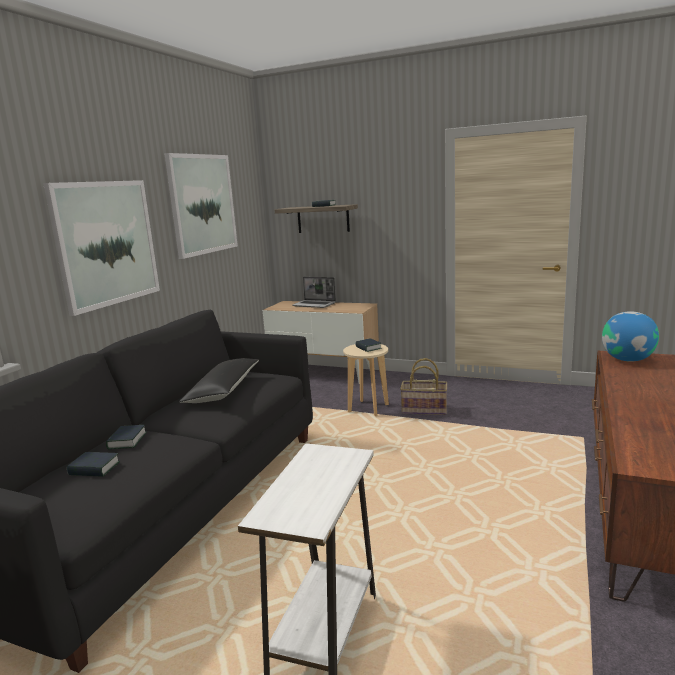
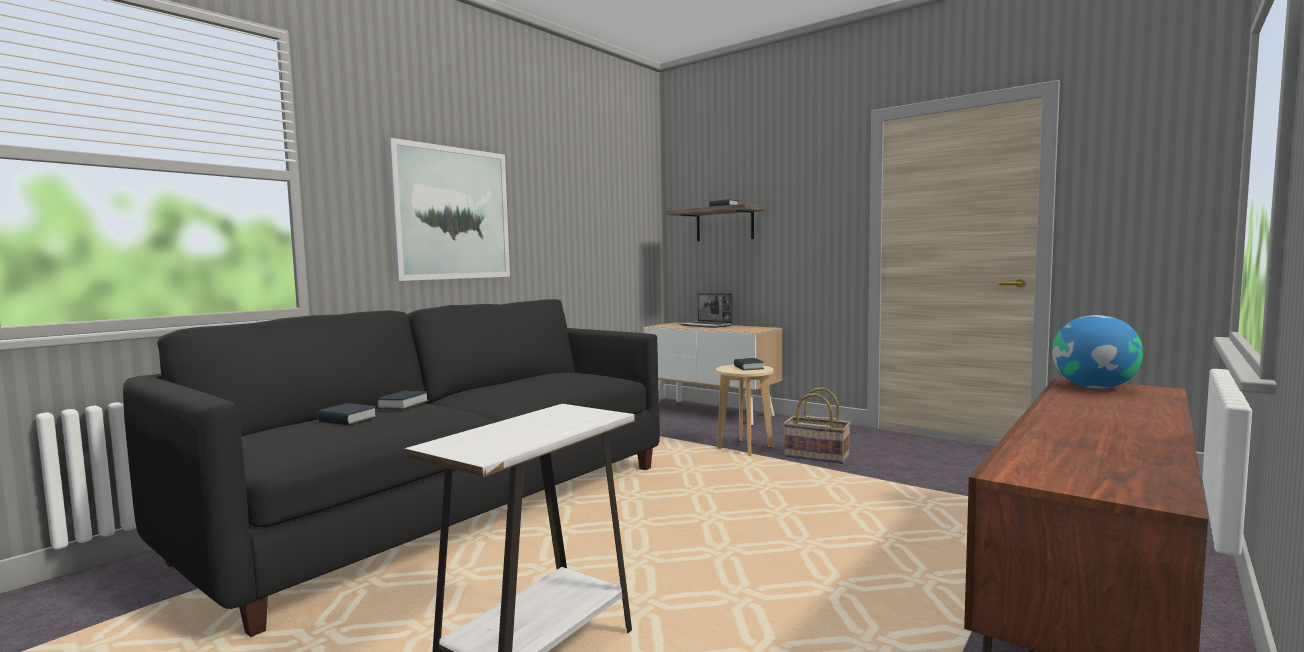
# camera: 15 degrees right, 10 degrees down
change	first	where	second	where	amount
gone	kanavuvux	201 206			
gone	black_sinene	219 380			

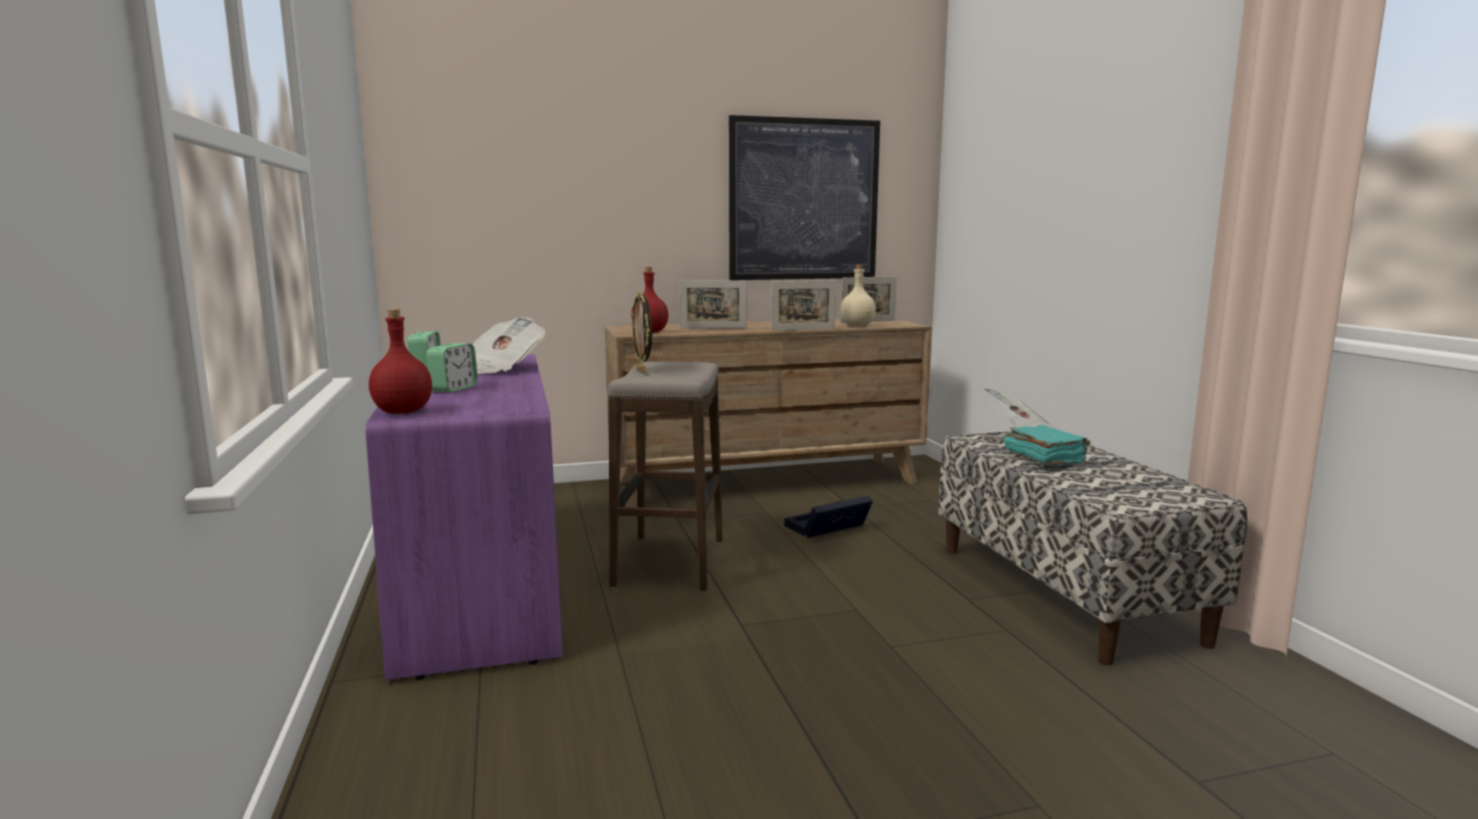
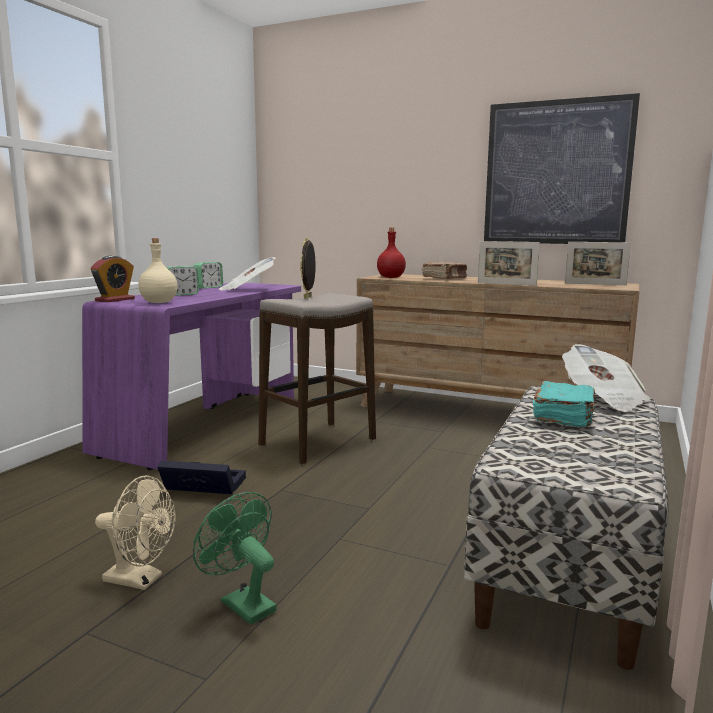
# camera: 40 degrees right, 0 degrees up
change	first	where	second	where	amount
swapped	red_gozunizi	400 361	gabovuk	112 278	
new			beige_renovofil	135 532	
shifted	beige_gozunizi	858 295		158 270	
shifted	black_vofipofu	829 517		201 477	
new			green_renovofil	235 558	
swapped	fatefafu	713 304	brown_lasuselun	444 270	

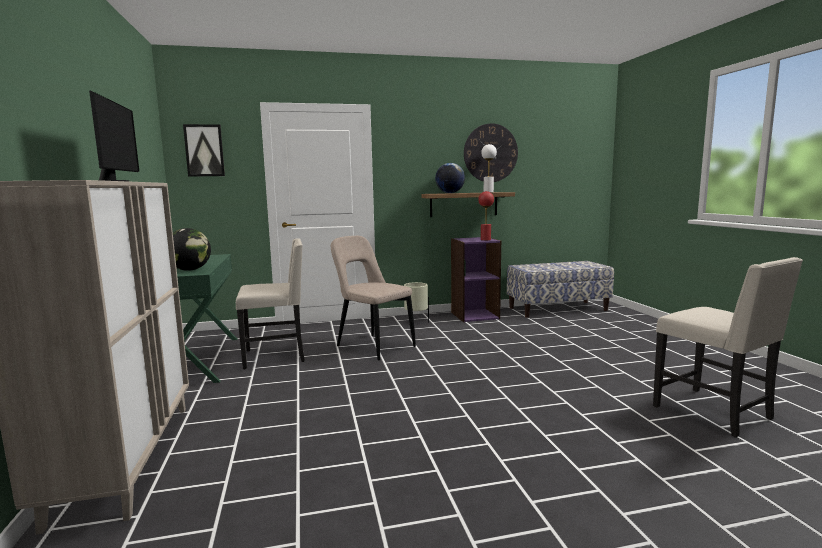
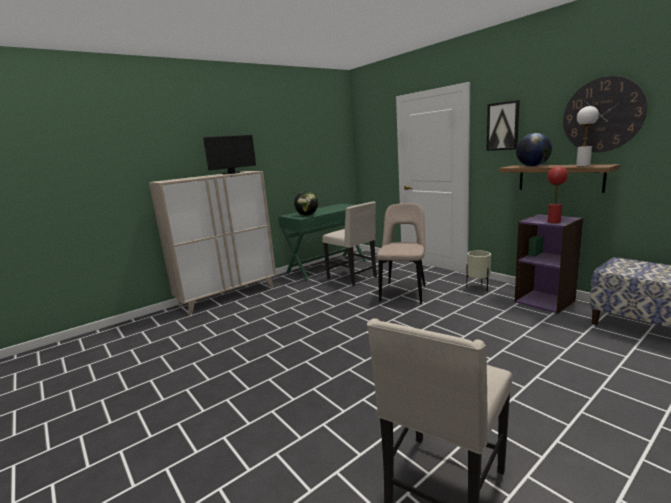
# camera: 65 degrees right, 5 degrees up
change	first	where	second	where	amount
shifted	kanavuvux	204 150		503 125	

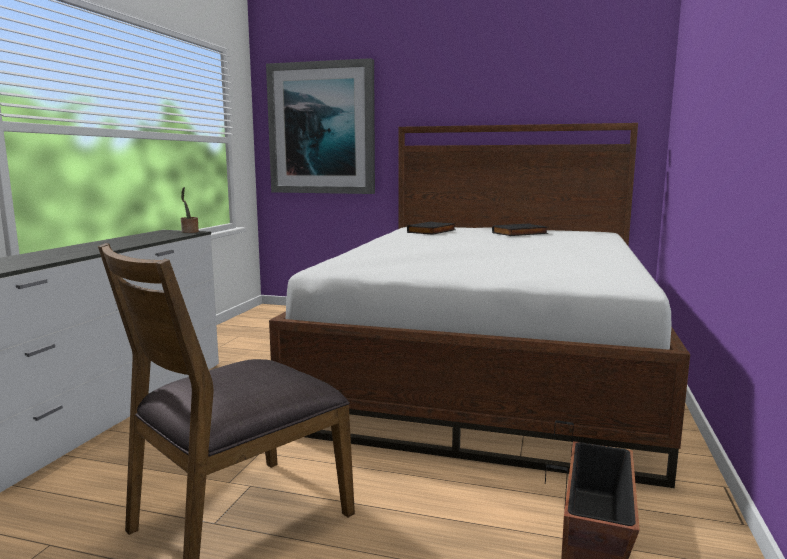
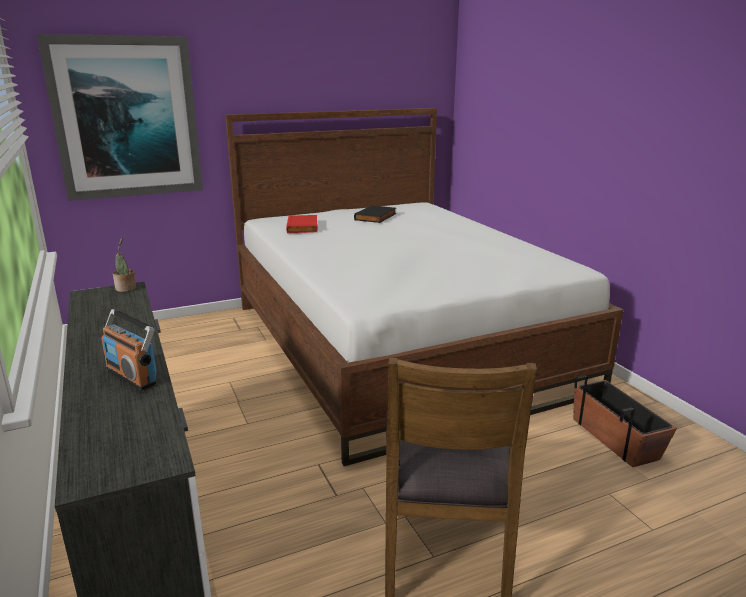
# camera: 40 degrees left, 10 degrees up
change	first	where	second	where	amount
new			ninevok	129 349	
repainted	black_lasuselun	431 228	red_lasuselun	301 224	

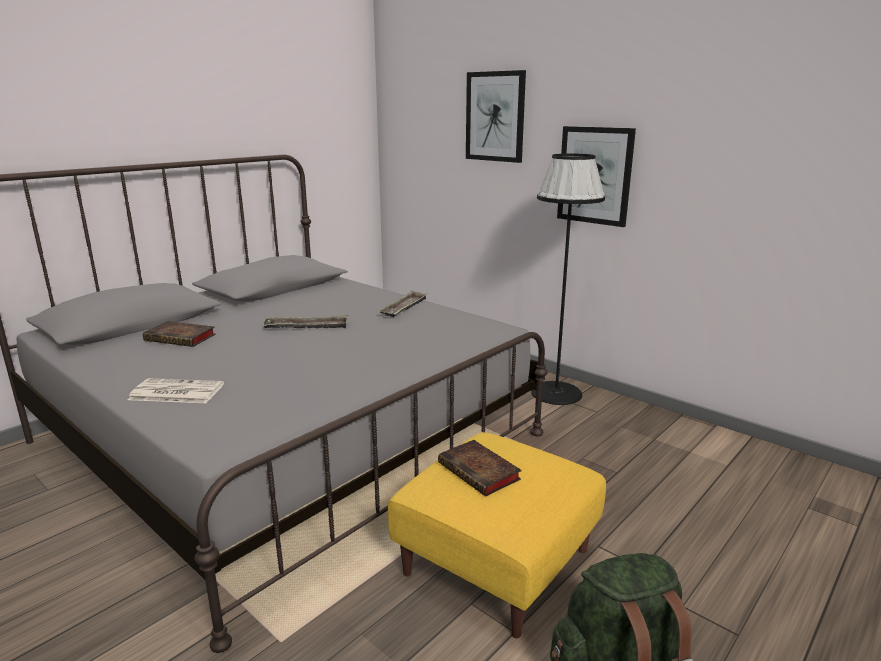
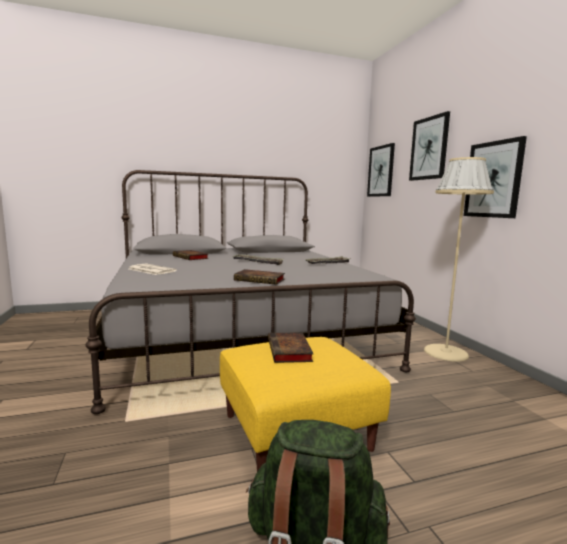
# camera: 30 degrees right, 10 degrees down
change	first	where	second	where	amount
new			lasuselun	259 277	
new			kanavuvux	381 170	
repainted	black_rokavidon	568 279	beige_rokavidon	459 259	

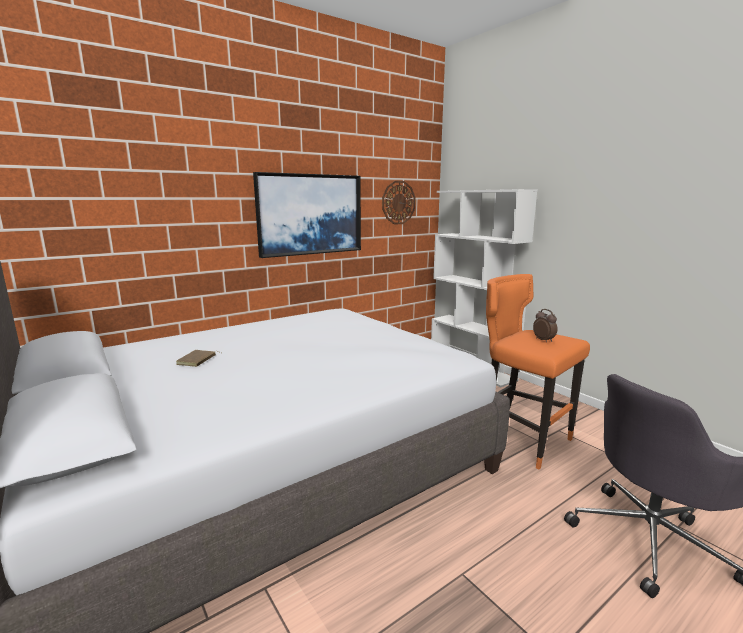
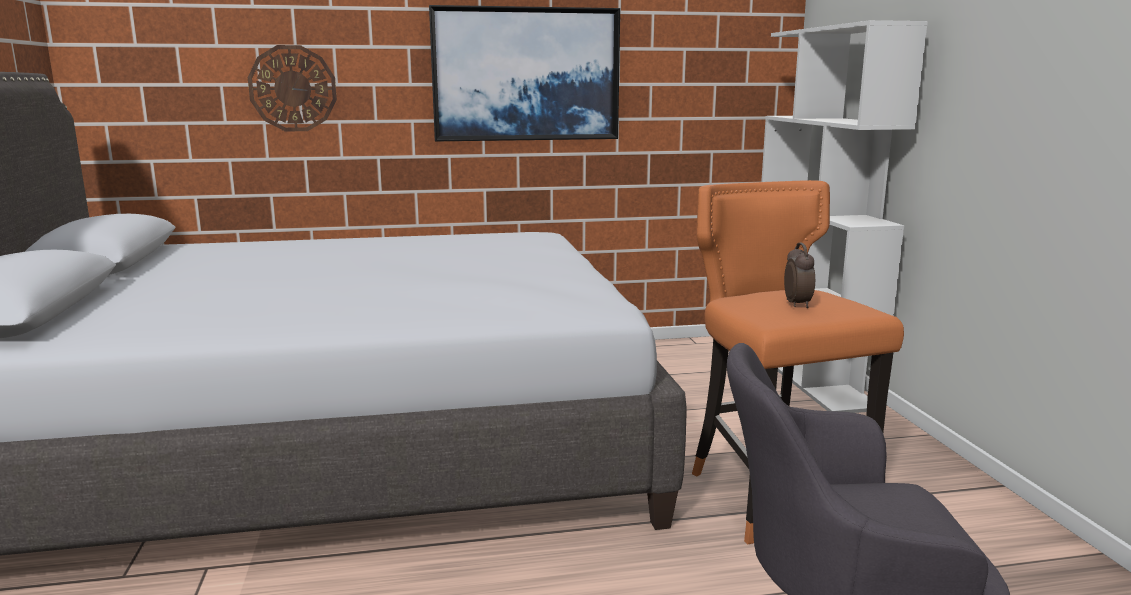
# camera: 25 degrees right, 0 degrees up
change	first	where	second	where	amount
shifted	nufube	398 203		292 88	
gone	brown_lasuselun	198 358			

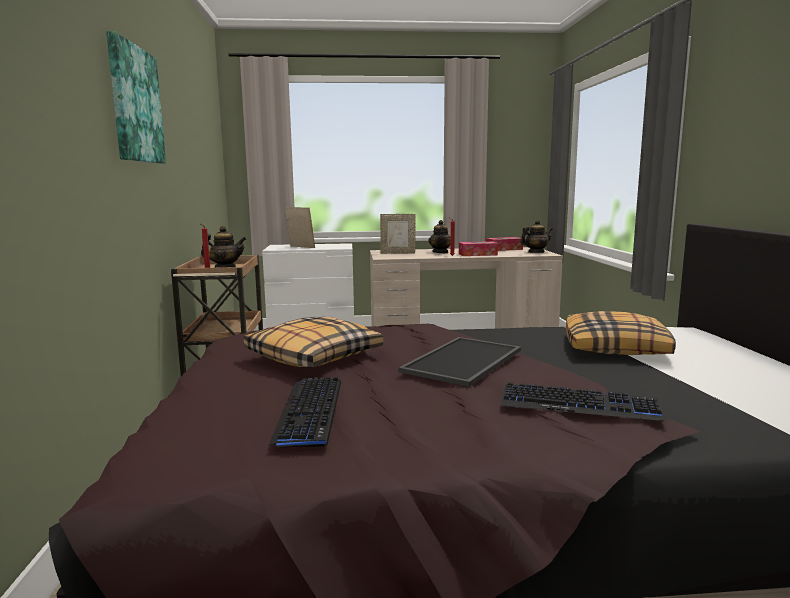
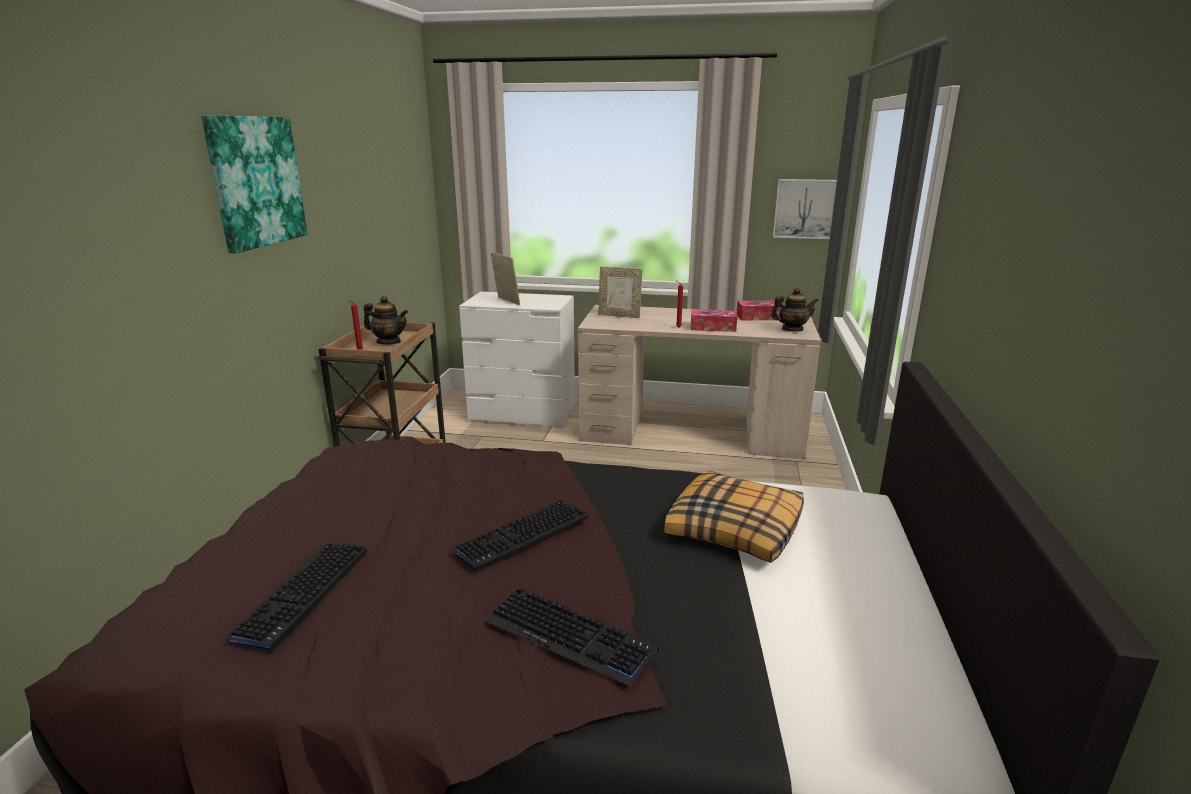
# camera: 15 degrees right, 10 degrees up
change	first	where	second	where	amount
swapped	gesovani	460 362	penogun	519 535	
new			kanavuvux	805 209	
gone	sinene	313 342			
gone	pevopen	439 236			

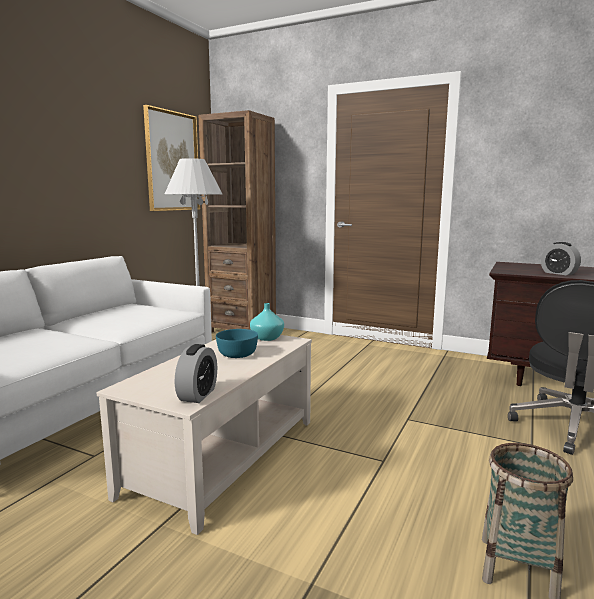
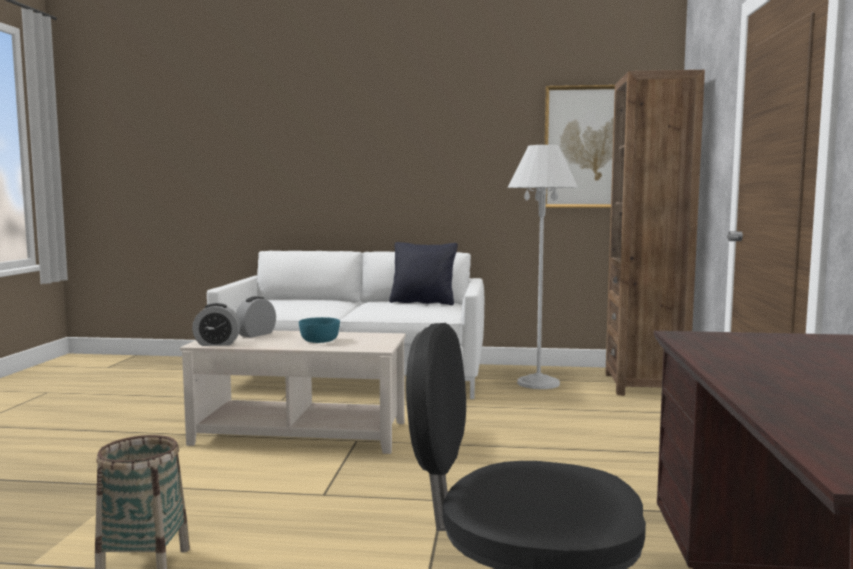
# camera: 70 degrees right, 5 degrees down
change	first	where	second	where	amount
shifted	gabovuk	561 258		256 317	
new			black_sinene	423 273	
gone	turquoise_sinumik	267 322			

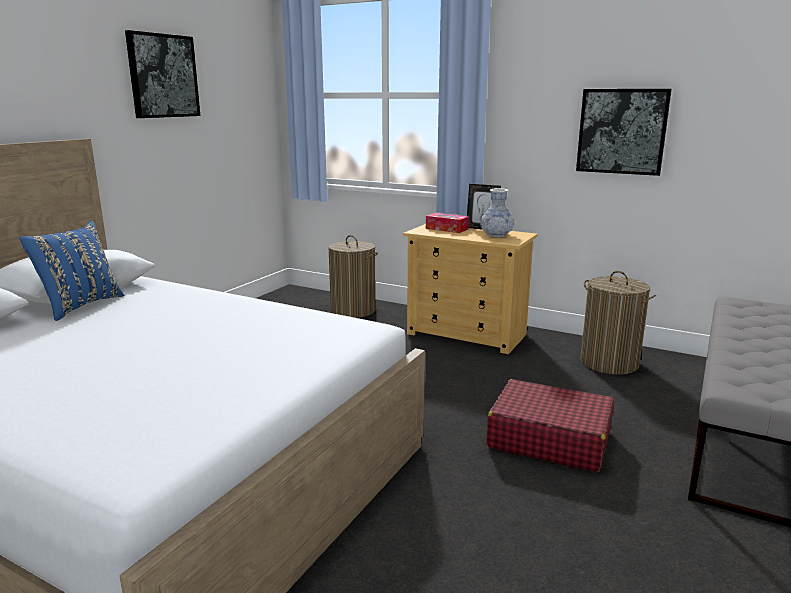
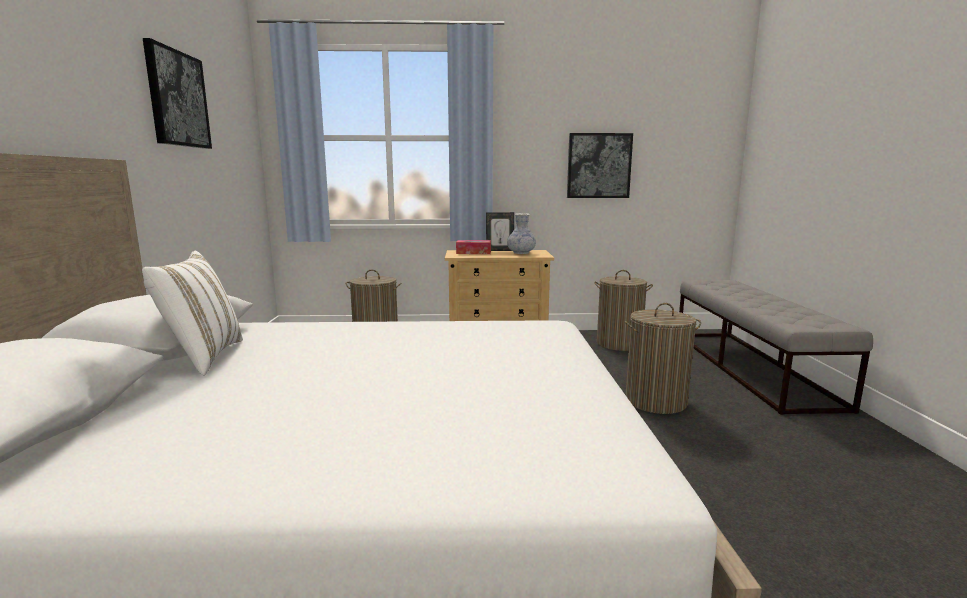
# camera: 30 degrees left, 5 degrees down
change	first	where	second	where	amount
repainted	blue_sinene	71 271	white_sinene	192 313	
swapped	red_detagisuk	550 425	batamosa	662 358	

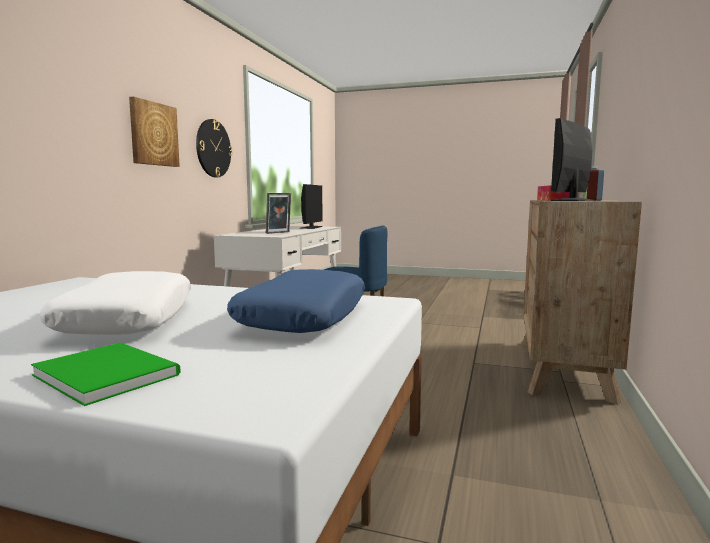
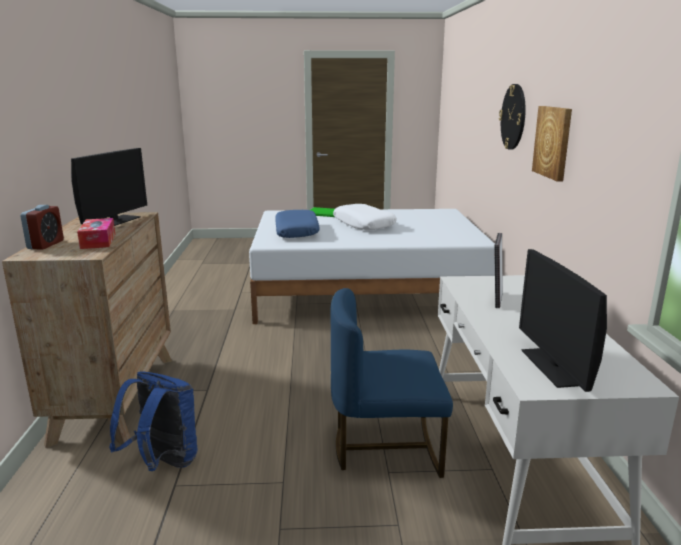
# camera: 160 degrees right, 10 degrees up
change	first	where	second	where	amount
new			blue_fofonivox	153 421	
shifted	nufube	214 148		512 117	

